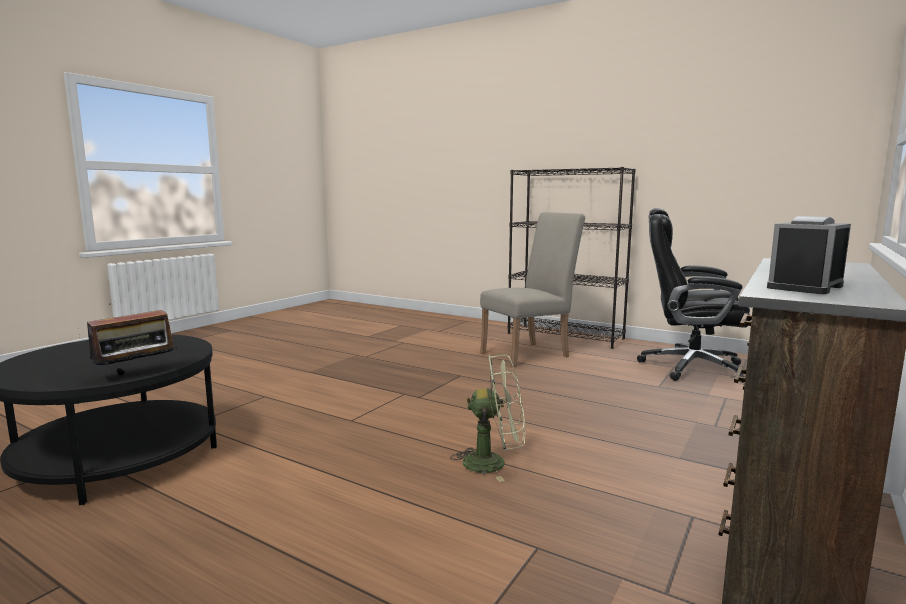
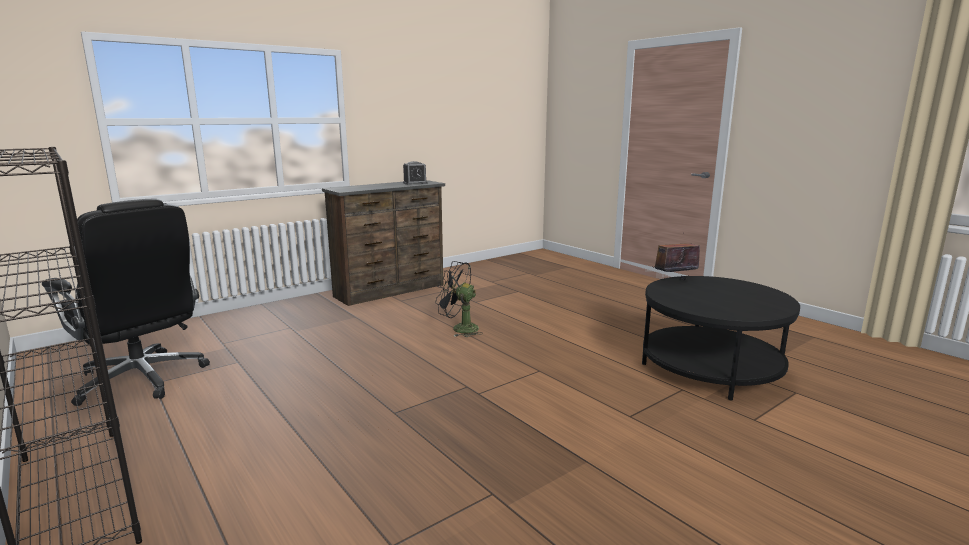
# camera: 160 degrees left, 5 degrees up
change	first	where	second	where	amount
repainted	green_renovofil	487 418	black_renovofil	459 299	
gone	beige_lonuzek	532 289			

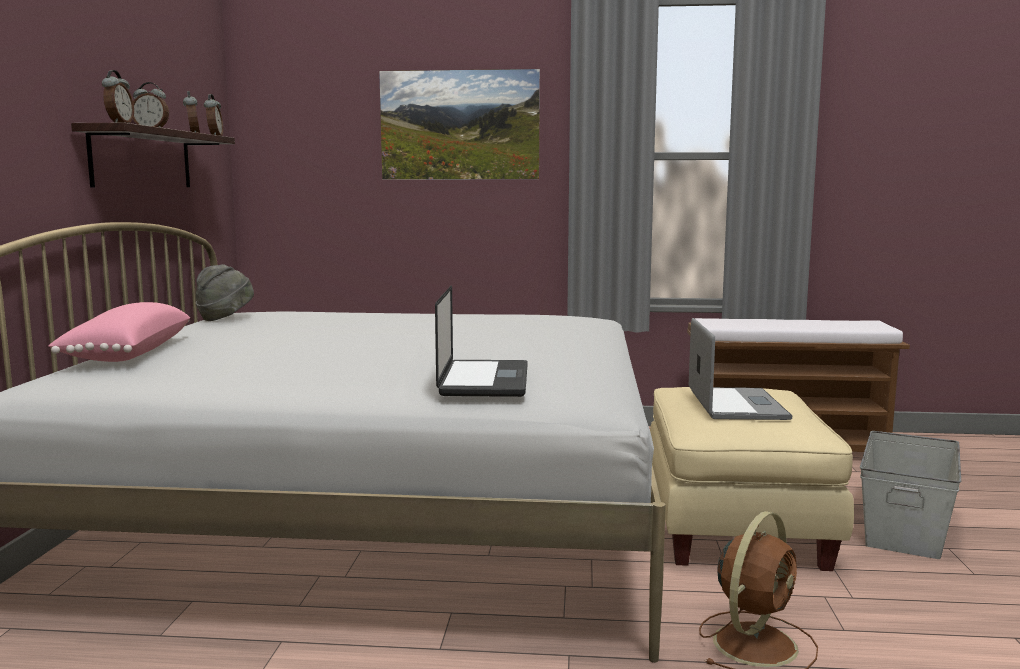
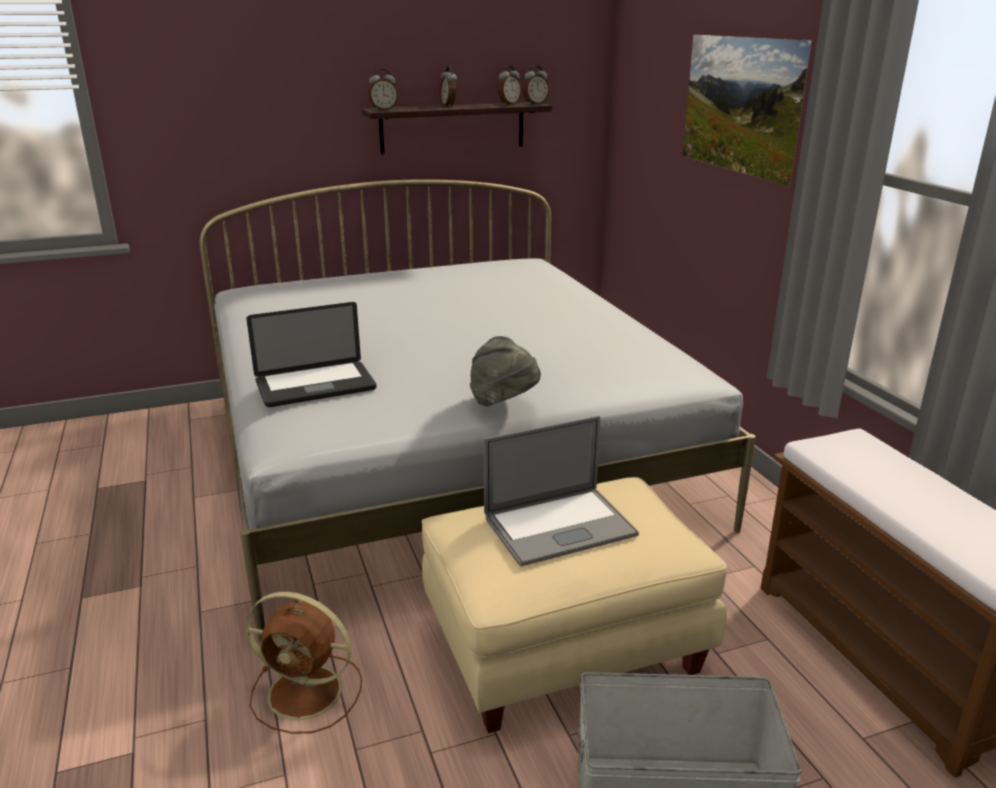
# camera: 65 degrees right, 15 degrees up
change	first	where	second	where	amount
shifted	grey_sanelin	225 292		505 371	
gone	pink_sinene	119 332			

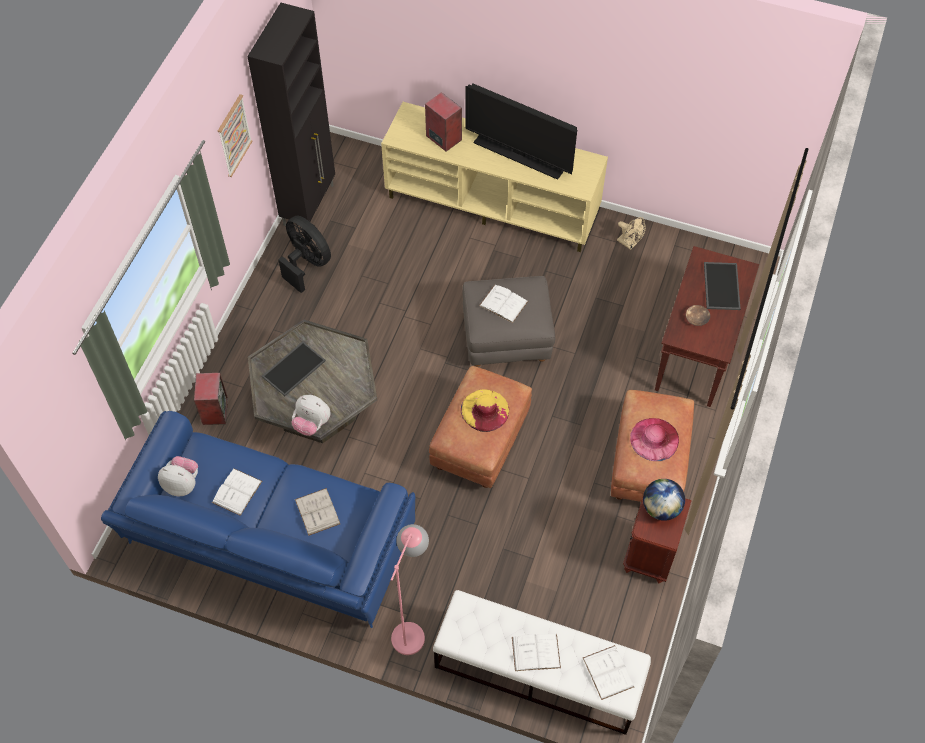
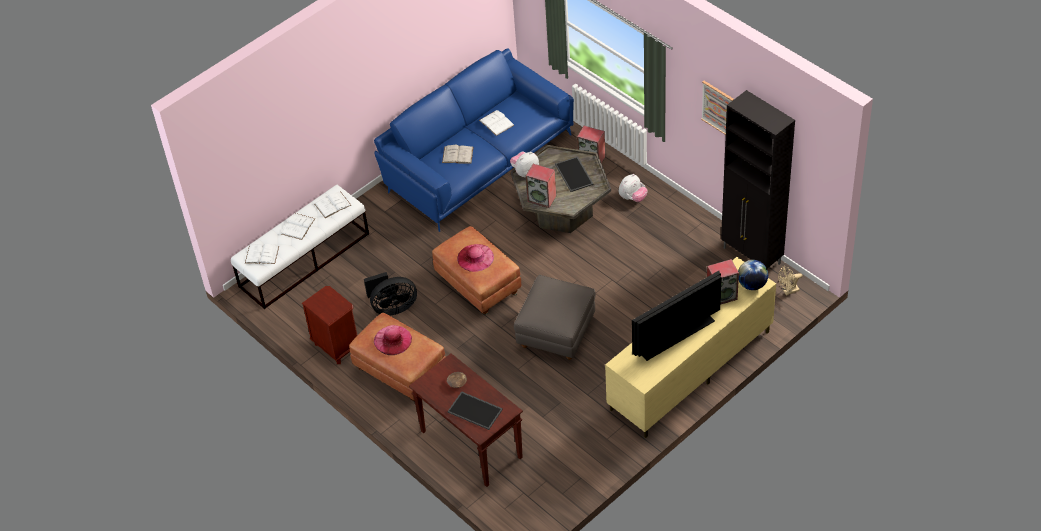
# camera: 120 degrees right, 10 degrees down
change	first	where	second	where	amount
shifted	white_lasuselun	503 304		333 204	
shifted	black_renovofil	304 254		390 294	
repainted	yellow_sanelin	485 410	pink_sanelin	475 258	
new			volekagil	541 186	
shifted	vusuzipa	178 476		633 188	
shifted	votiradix	664 500		753 275	
shifted	beige_renovofil	631 233		790 281	
gone	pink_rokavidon	410 589			

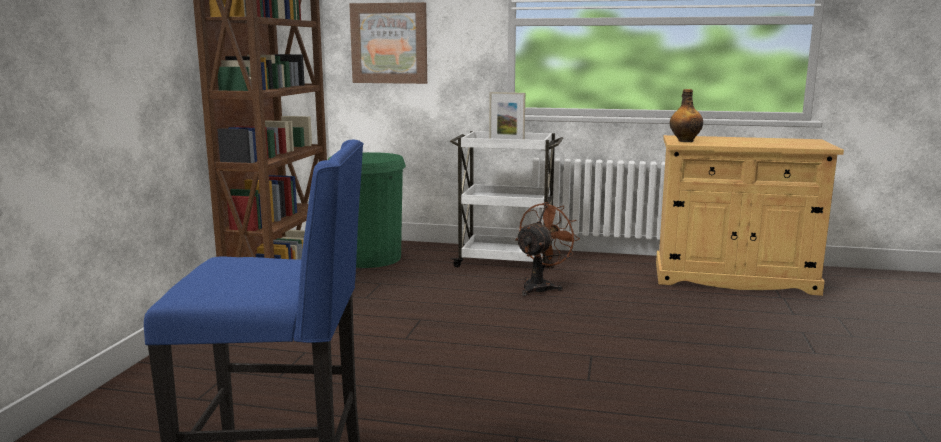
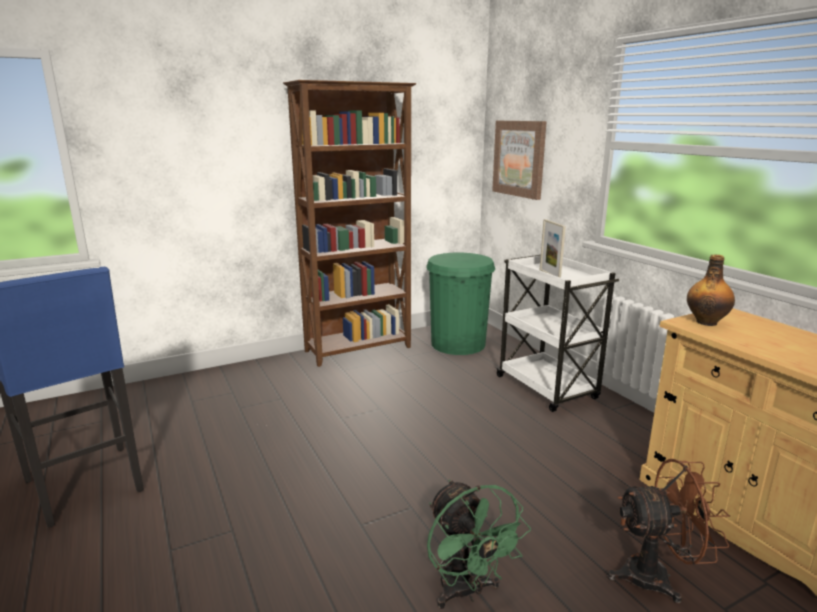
# camera: 50 degrees right, 5 degrees up
change	first	where	second	where	amount
new			green_renovofil	479 544	
shifted	brown_renovofil	547 249		669 531	

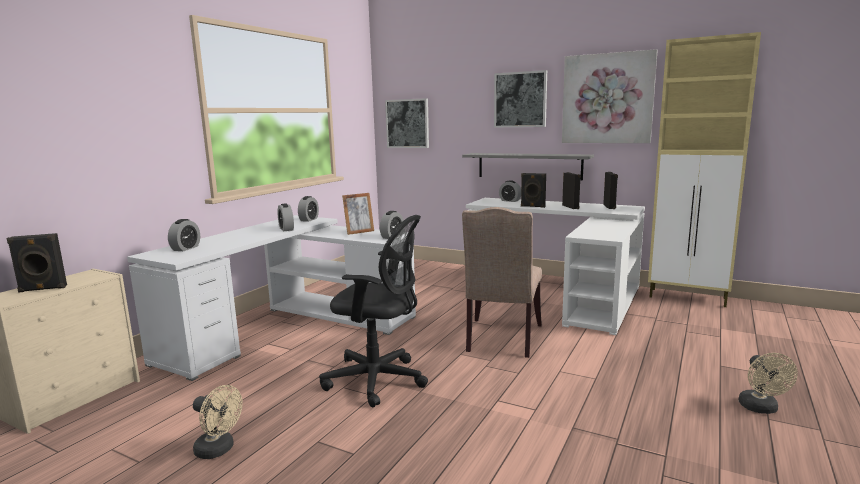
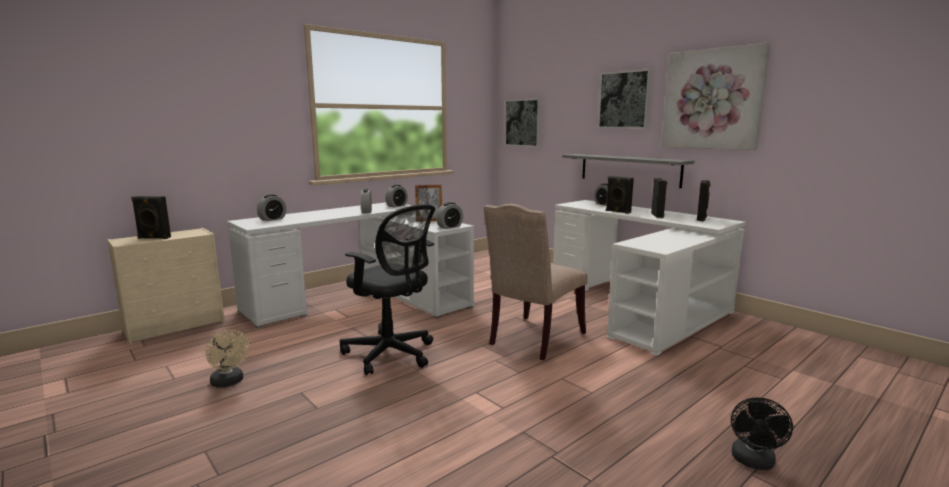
# camera: 20 degrees right, 0 degrees up
change	first	where	second	where	amount
repainted	beige_renovofil	768 383	black_renovofil	762 433	
gone	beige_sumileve	704 169			

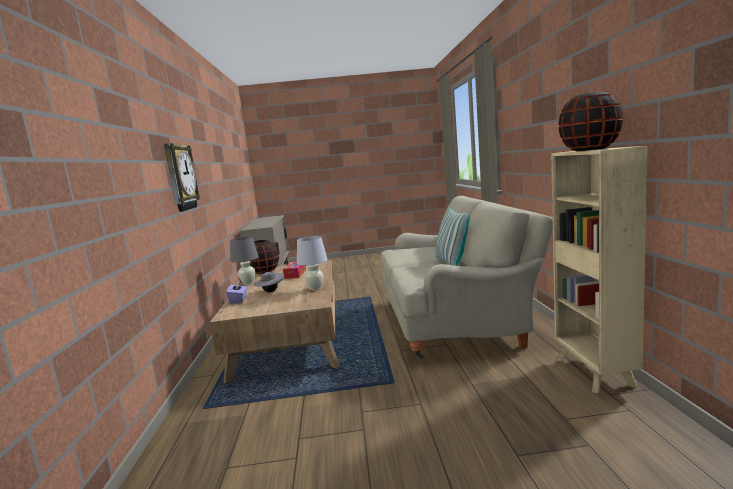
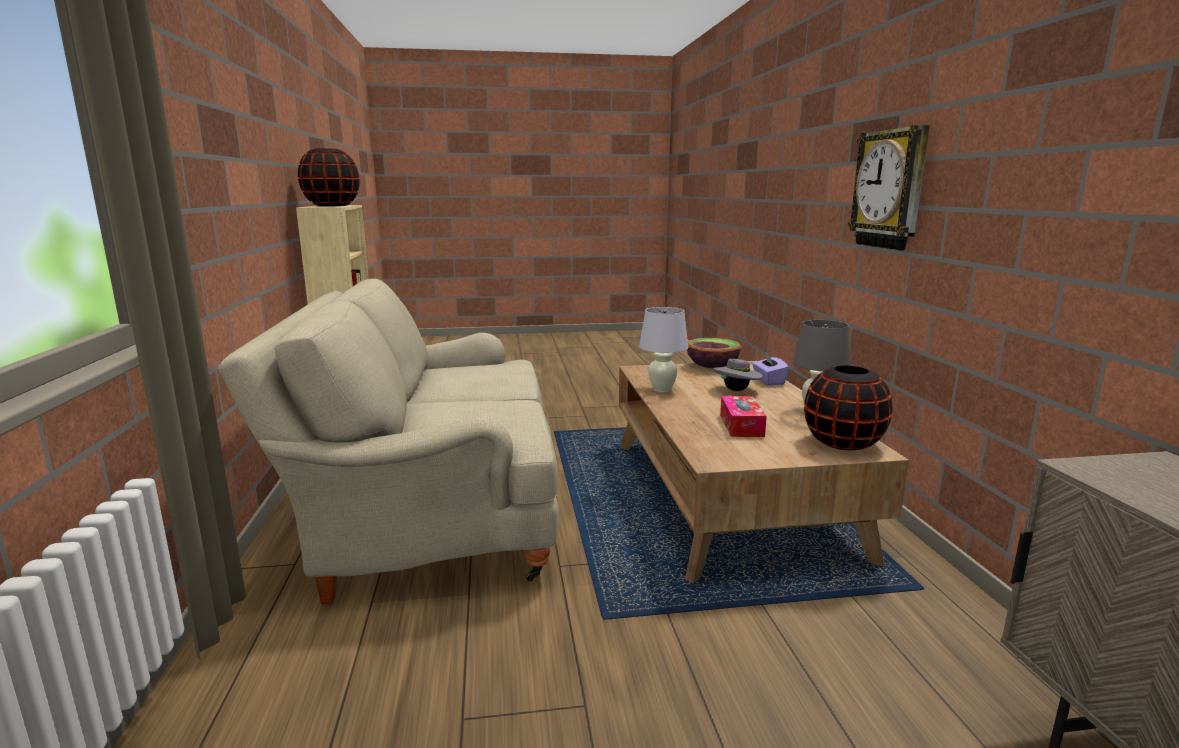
# camera: 175 degrees right, 5 degrees up
change	first	where	second	where	amount
new			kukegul	714 353	
gone	sinene	452 237			

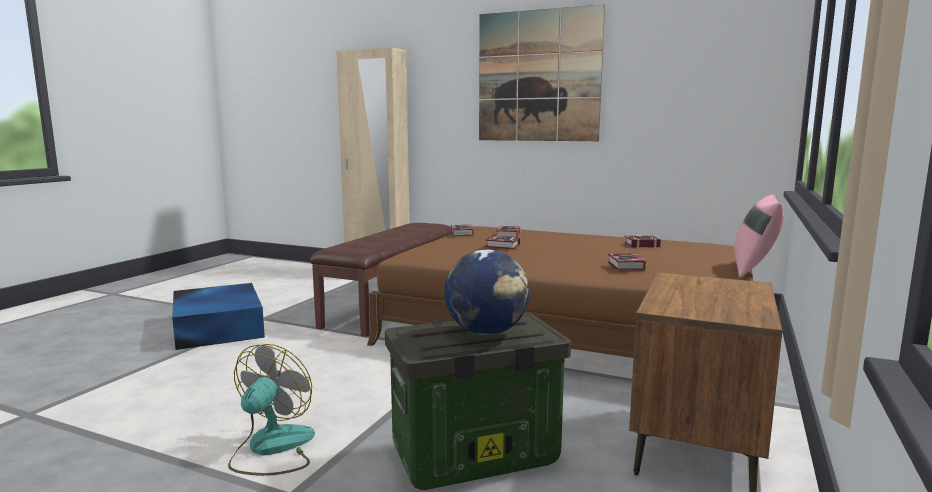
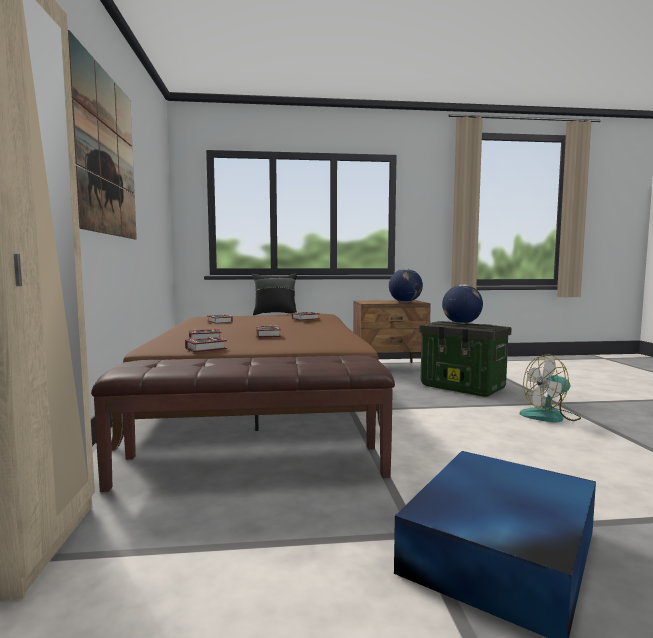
# camera: 120 degrees left, 5 degrees down
change	first	where	second	where	amount
repainted	pink_sinene	759 235	black_sinene	274 294	
new			votiradix	406 285	

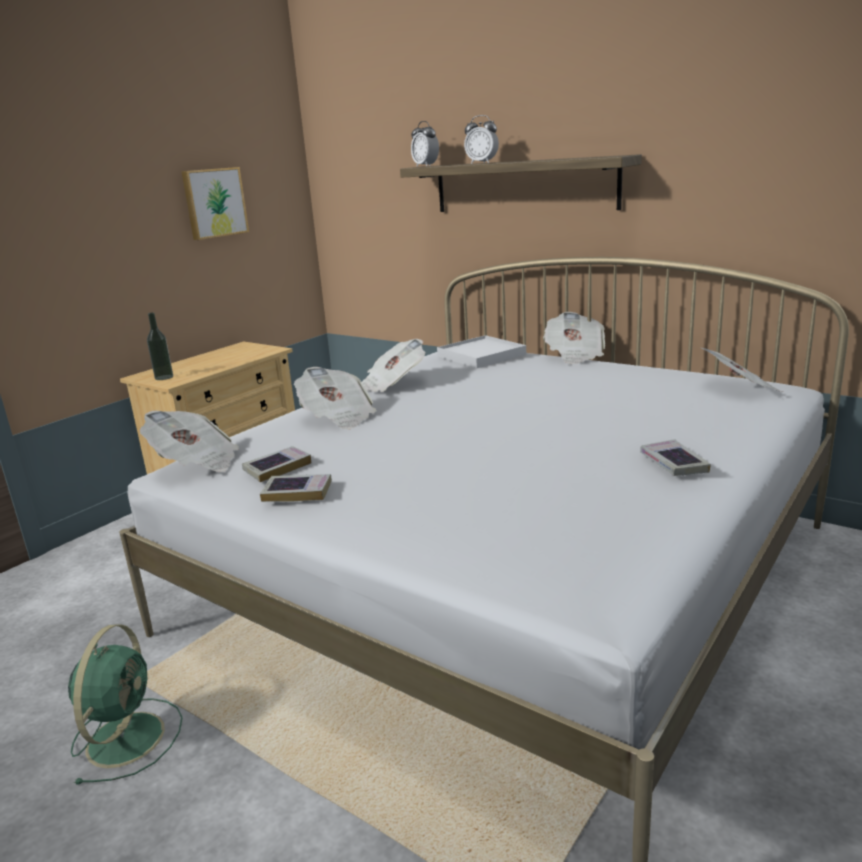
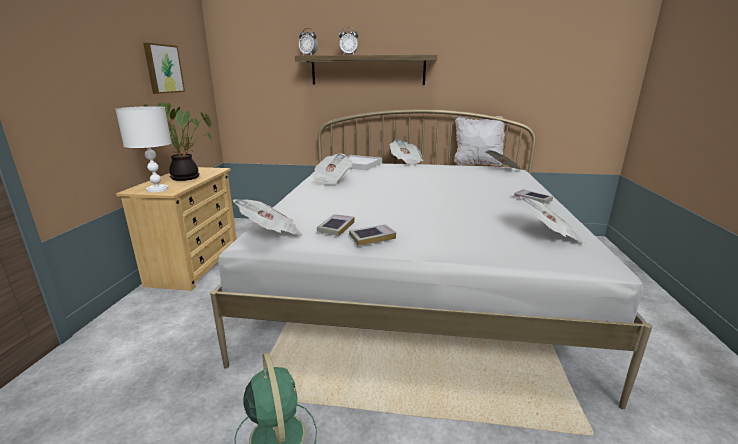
# camera: 30 degrees left, 0 degrees up
change	first	where	second	where	amount
swapped	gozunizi	160 346	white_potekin	143 149	
new			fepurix	177 141	
new			white_sinene	480 141	
shifted	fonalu	335 398		552 219	

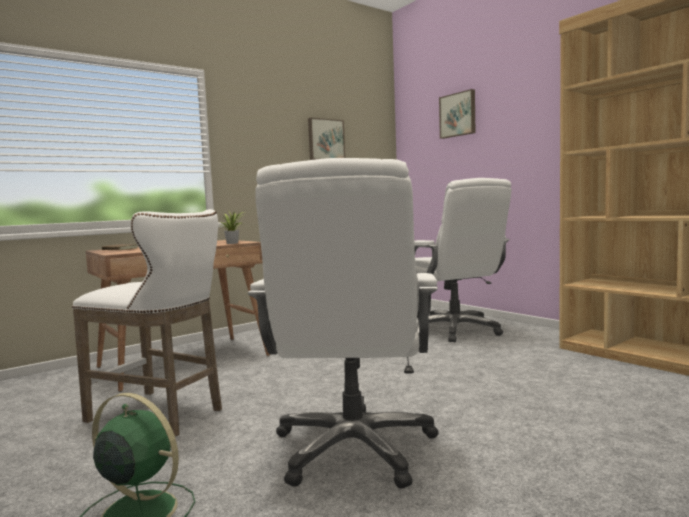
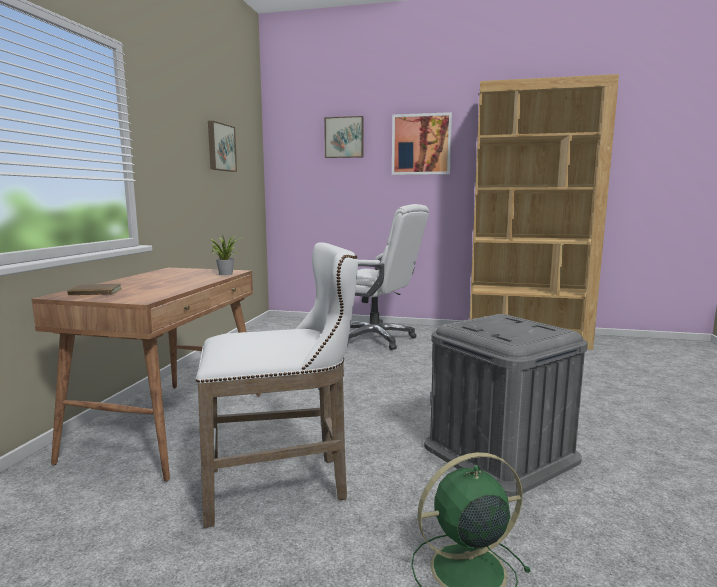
# camera: 40 degrees left, 5 degrees up
change	first	where	second	where	amount
new			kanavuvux	422 143	
swapped	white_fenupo	343 323	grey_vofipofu	506 405	

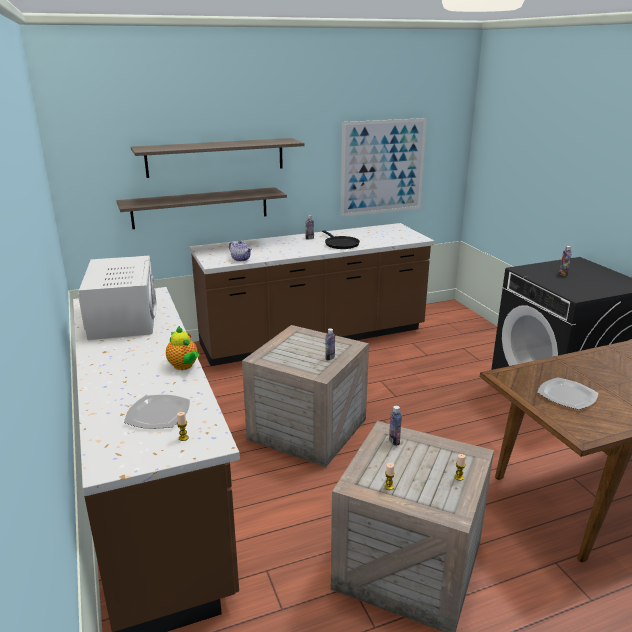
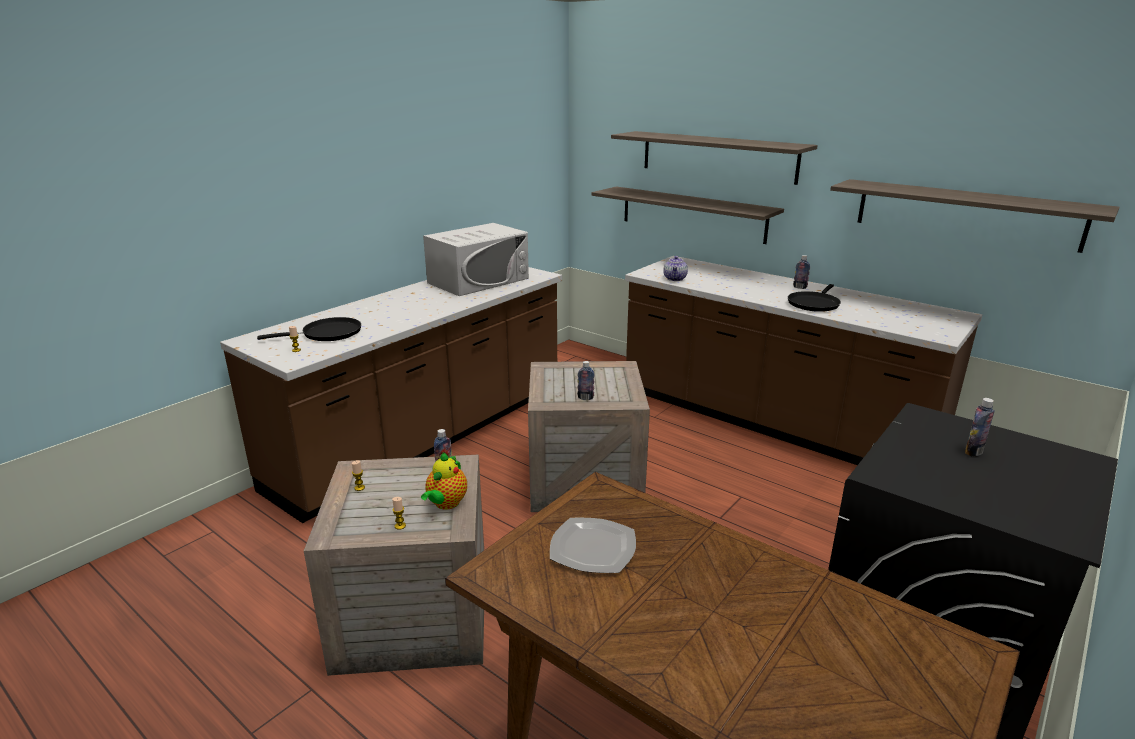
# camera: 60 degrees right, 0 degrees up
change	first	where	second	where	amount
swapped	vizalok	157 412	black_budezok	309 329	
shifted	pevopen	183 348		444 481	
swapped	kanavuvux	384 167	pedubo	975 216	

